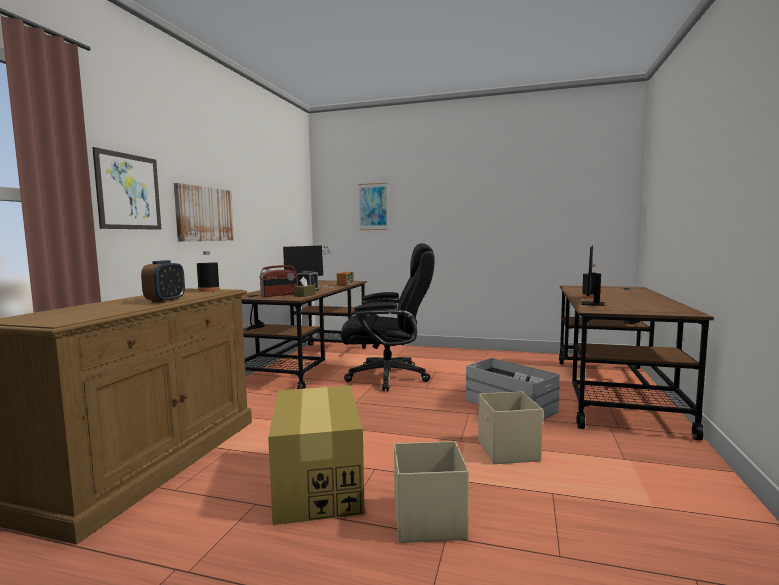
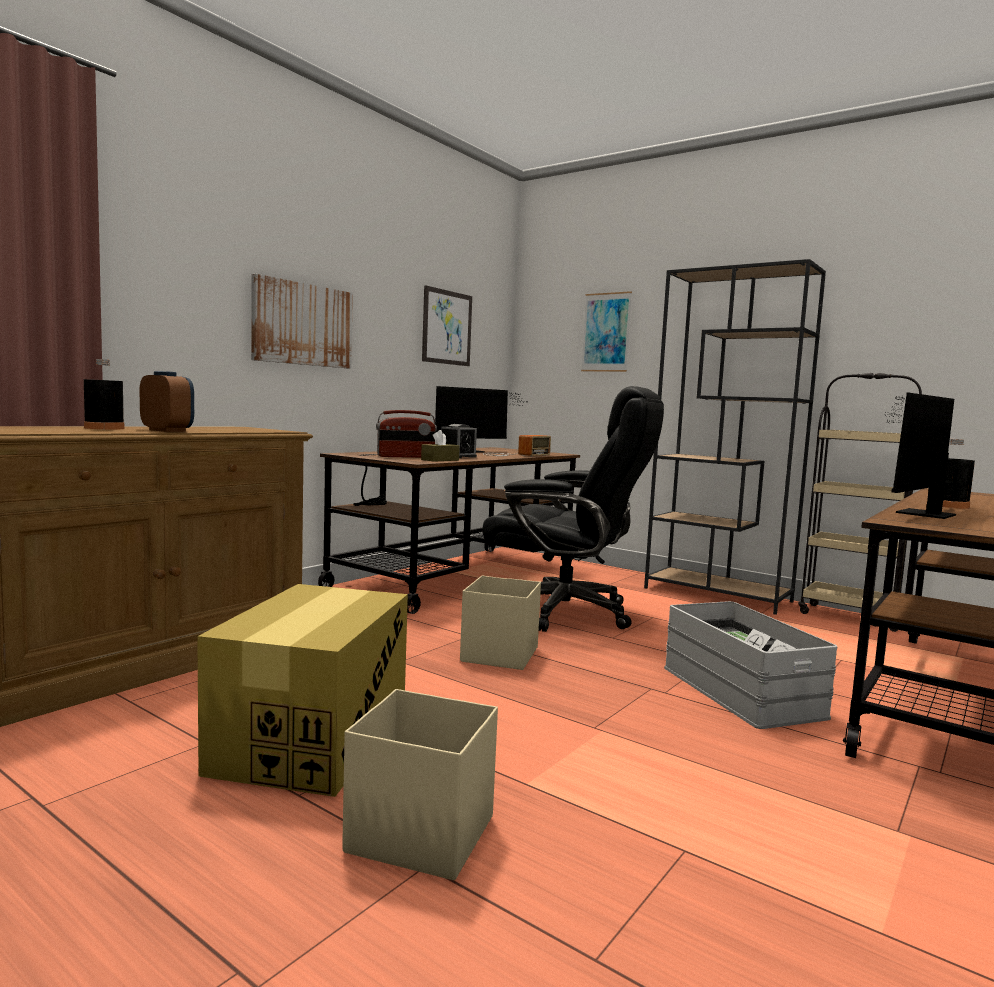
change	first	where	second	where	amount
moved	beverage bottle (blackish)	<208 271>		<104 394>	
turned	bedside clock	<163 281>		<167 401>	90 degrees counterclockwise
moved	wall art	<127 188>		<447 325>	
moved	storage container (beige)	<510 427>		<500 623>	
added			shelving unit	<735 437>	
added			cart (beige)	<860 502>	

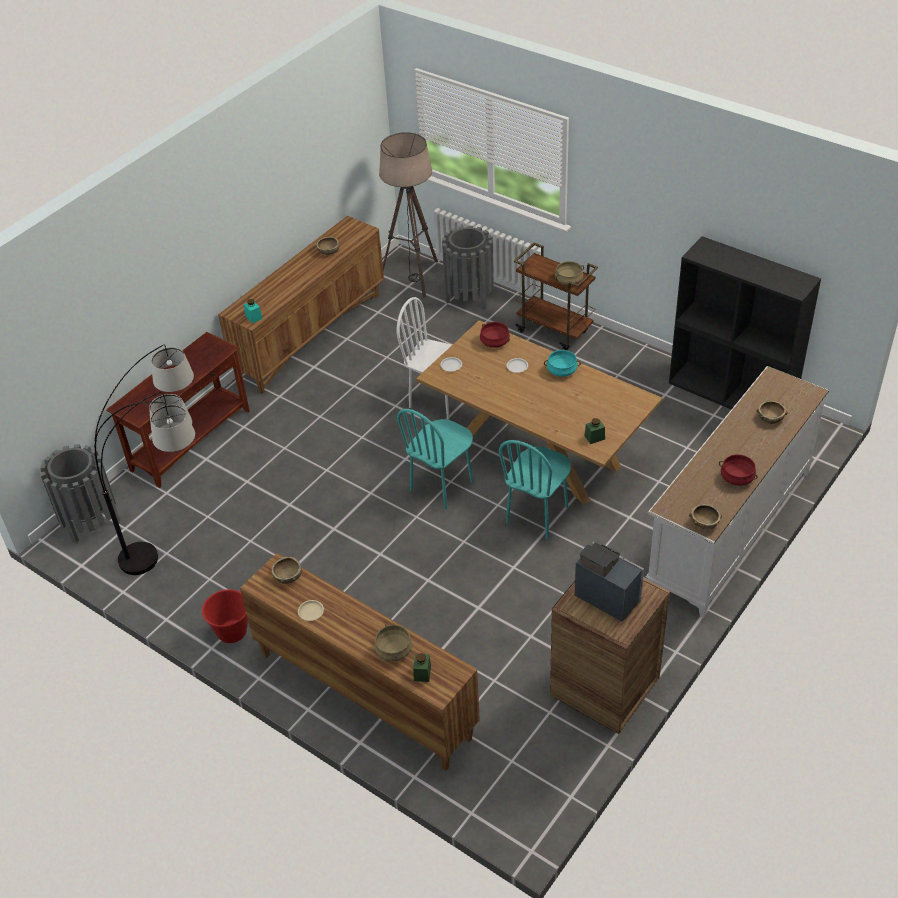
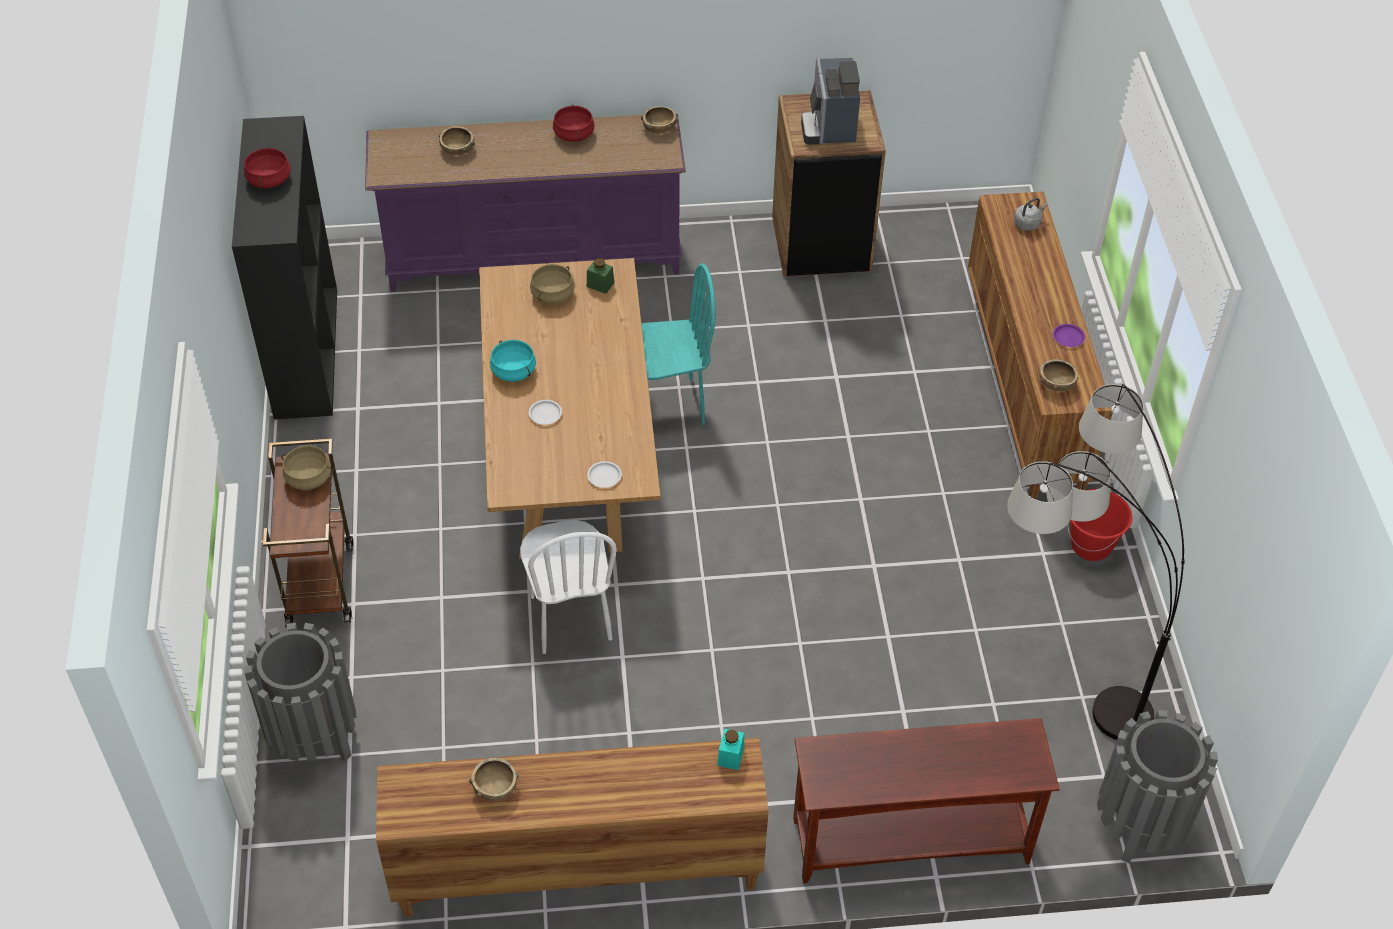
change	first	where	second	where	amount
moved	cooking pot (red)	<495 335>		<267 167>	
recoloured	cupboard (white-coloured)	<737 492>	cupboard (purple-coloured)	<525 202>	
moved	cooking pot (beige)	<393 642>		<552 284>	
replaced	storage jar (green-coloured)	<422 667>	water kettle (gray)	<1030 214>	
recoloured	plate (beige)	<311 610>	plate (purple-coloured)	<1069 335>	
removed	floor lamp	<408 215>			
removed	chair (turquoise-coloured)	<435 459>			

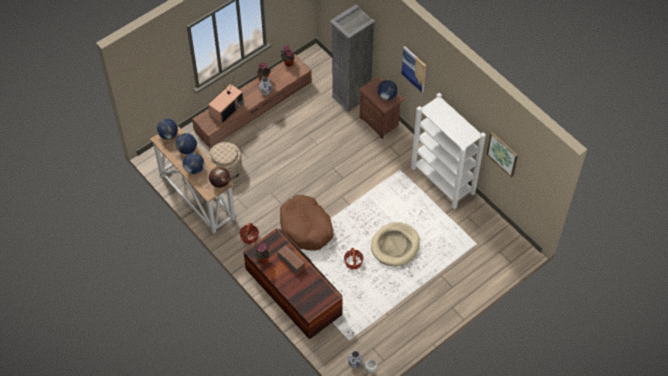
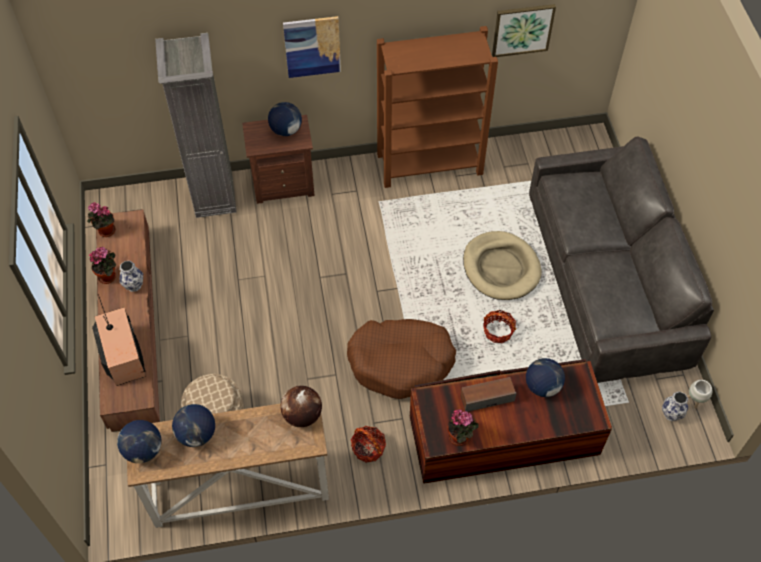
change	first	where	second	where	amount
recoloured	shelving unit (white-coloured)	<448 151>	shelving unit (brown-coloured)	<437 107>	
moved	world globe	<193 163>		<545 377>	
added			couch (gray)	<621 259>	

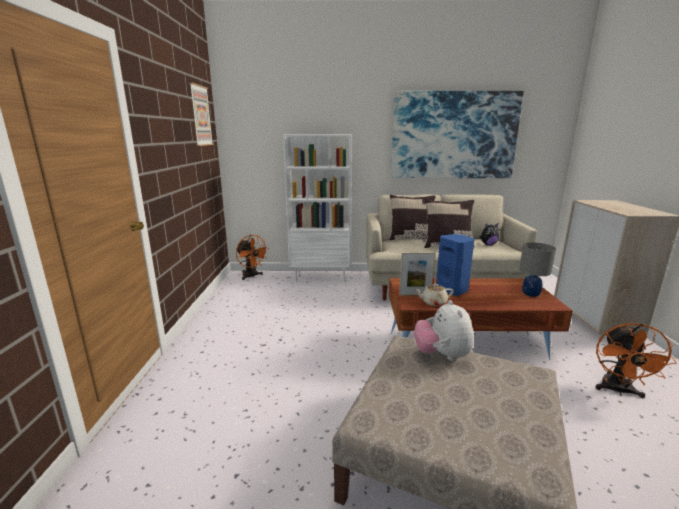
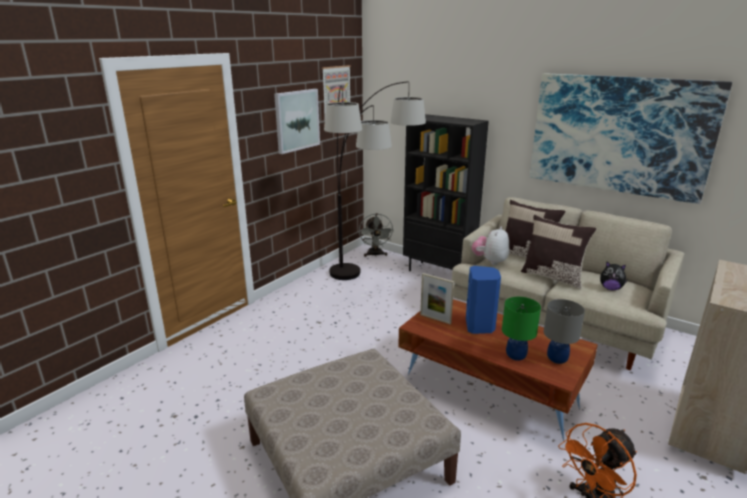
change	first	where	second	where	amount
added			wall art	<297 121>	
added			floor lamp	<375 181>	
recoloured	cooling fan (orange)	<252 257>	cooling fan (gray)	<376 235>	
recoloured	shelving unit (white-coloured)	<317 207>	shelving unit (blackish)	<446 192>	
moved	plush toy	<444 330>		<490 246>	
added			lamp for a table (green-coloured)	<521 329>	
removed	pot for tea (beige)	<434 295>			

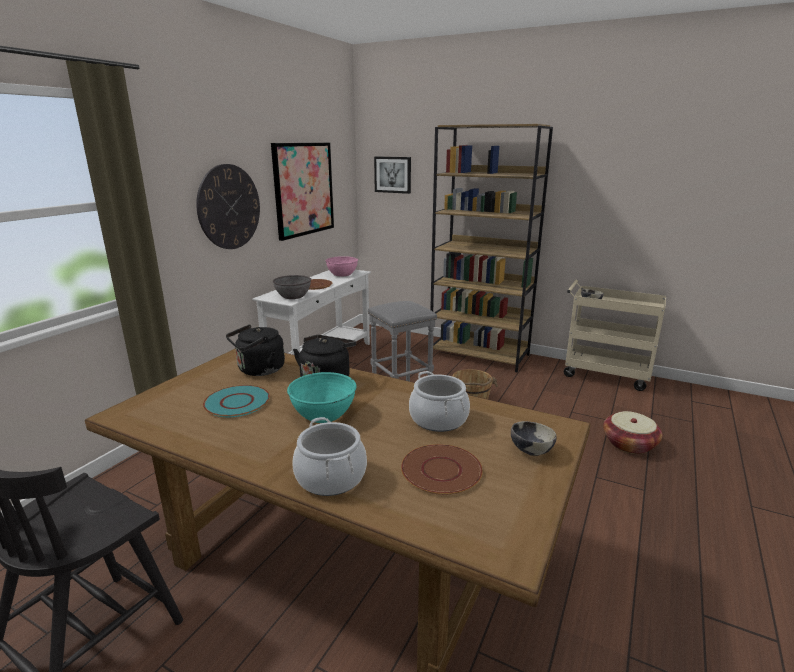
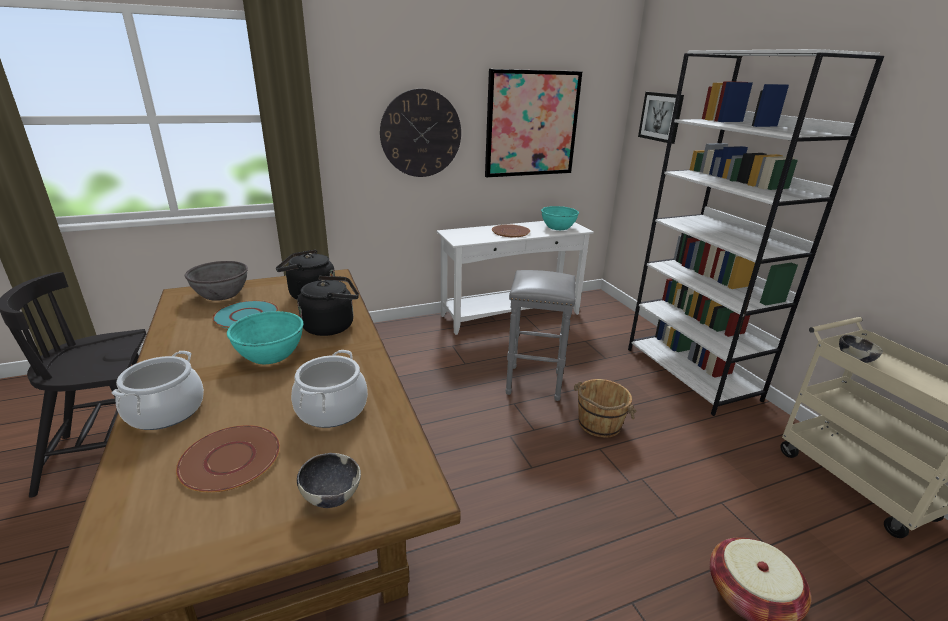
change	first	where	second	where	amount
moved	serving bowl (gray)	<292 287>		<216 281>	
recoloured	serving bowl (pink)	<341 266>	serving bowl (turquoise-coloured)	<560 218>	
recoloured	shelving unit (brown-coloured)	<491 248>	shelving unit (white-coloured)	<756 232>	

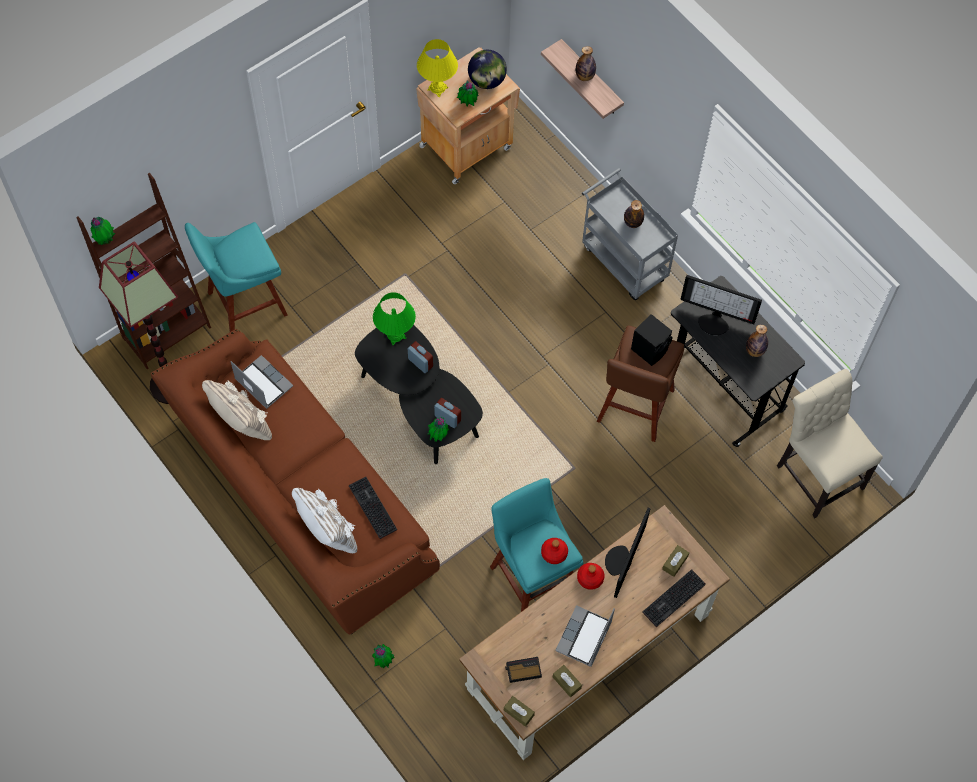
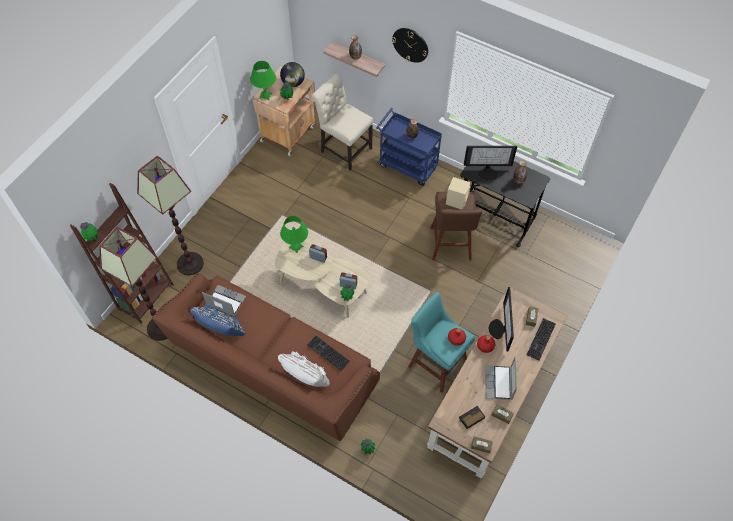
change	first	where	second	where	amount
replaced	stool (turquoise-coloured)	<236 277>	floor lamp	<170 215>	
recoloured	pillow (beige)	<237 410>	pillow (bluish)	<217 320>	
recoloured	lamp for a table (yellow)	<437 68>	lamp for a table (green-coloured)	<263 80>	
recoloured	low table (blackish)	<419 394>	low table (beige)	<322 278>	
moved	chair (beige)	<830 443>		<342 122>	
recoloured	cart (gray)	<630 234>	cart (bluish)	<409 147>	
added			clock on the wall	<410 45>	
recoloured	loudspeaker (blackish)	<652 340>	loudspeaker (beige)	<458 193>	

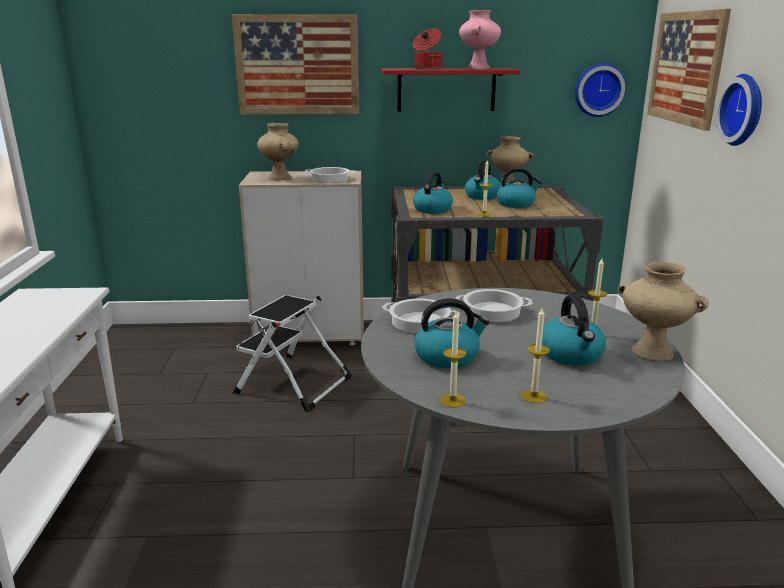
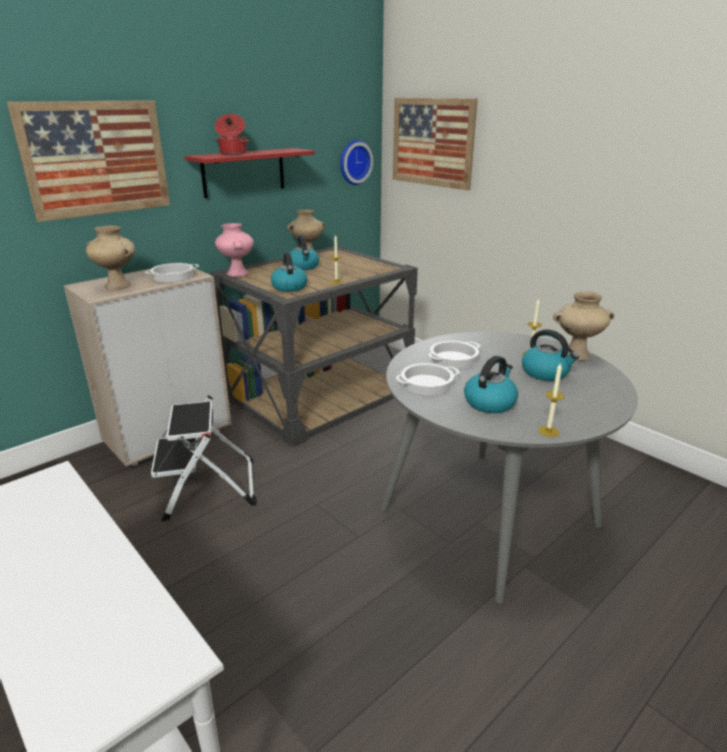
change	first	where	second	where	amount
moved	vase (pink)	<480 39>		<234 250>	
removed	water kettle	<519 187>			
removed	wax light	<535 355>			
removed	clock on the wall	<739 110>			

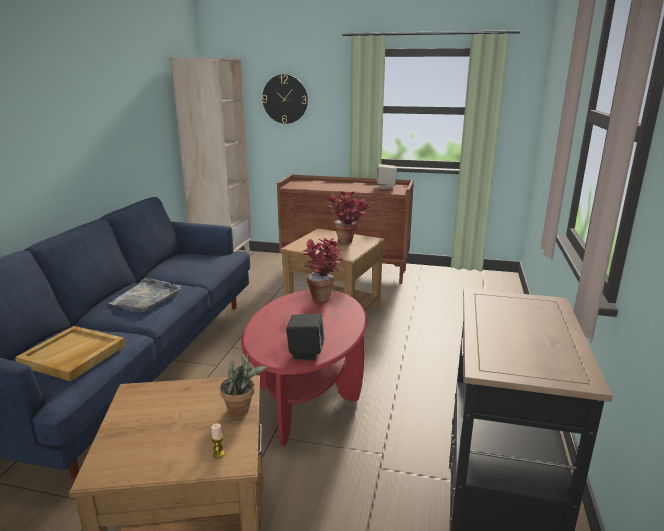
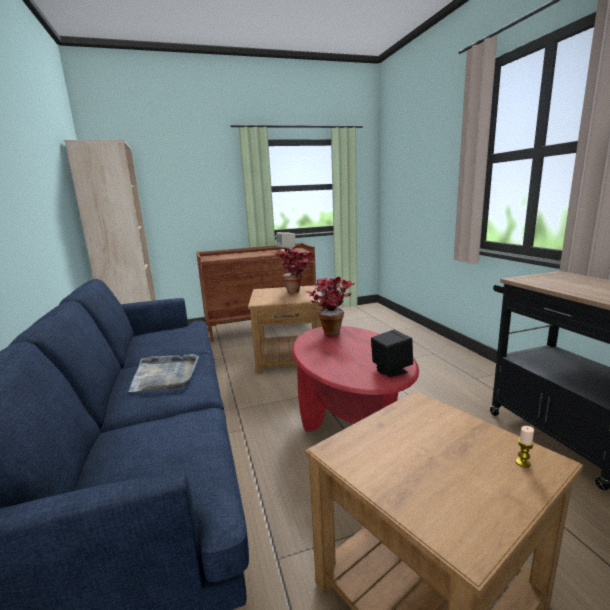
change	first	where	second	where	amount
removed	serving tray (beige)	<70 353>			
removed	potted plant	<243 384>			
removed	clock on the wall	<285 99>			

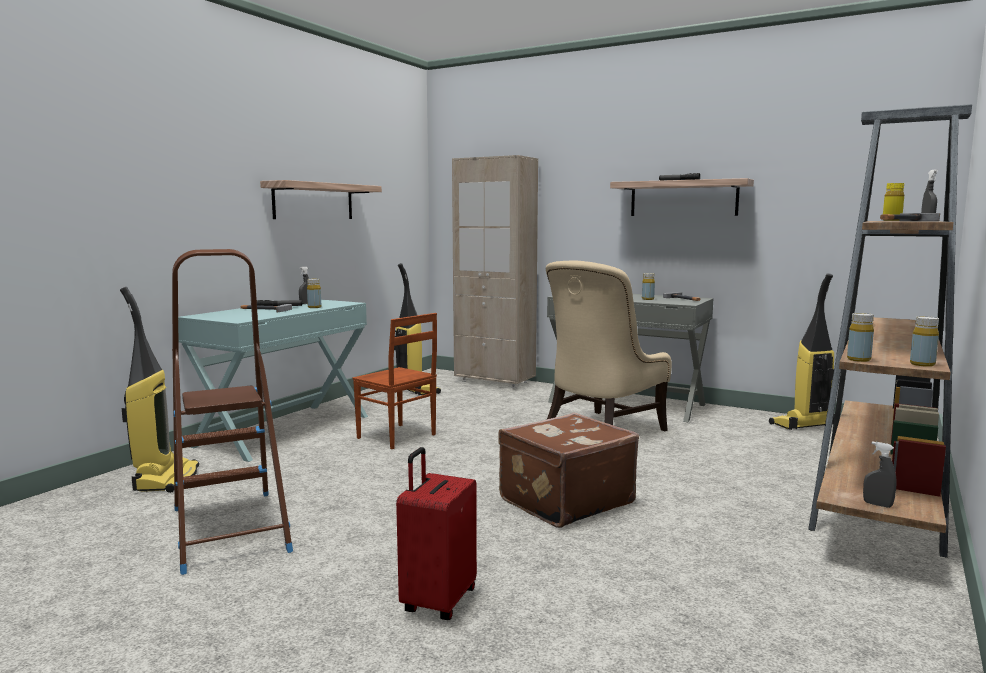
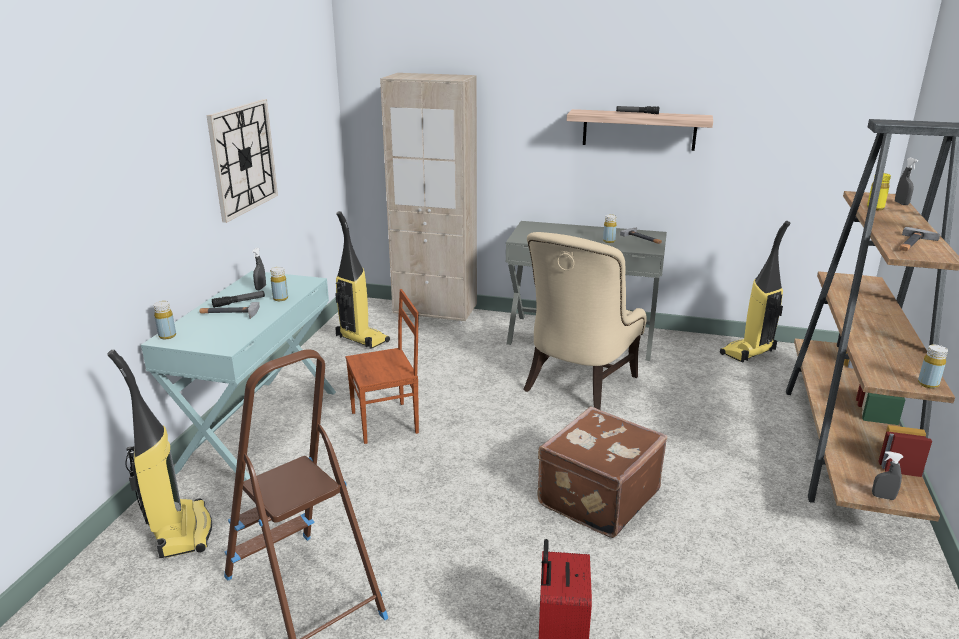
change	first	where	second	where	amount
moved	beverage bottle (yellow)	<860 337>		<164 320>	
replaced	shelf	<321 199>	clock on the wall	<242 161>	
turned	chair (brown-coloured)	<394 381>		<382 366>	45 degrees counterclockwise

